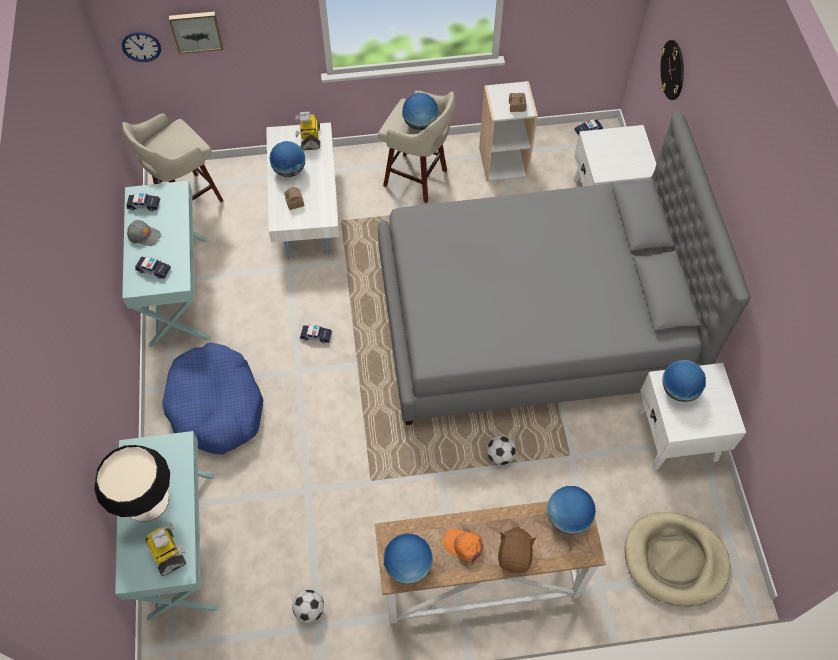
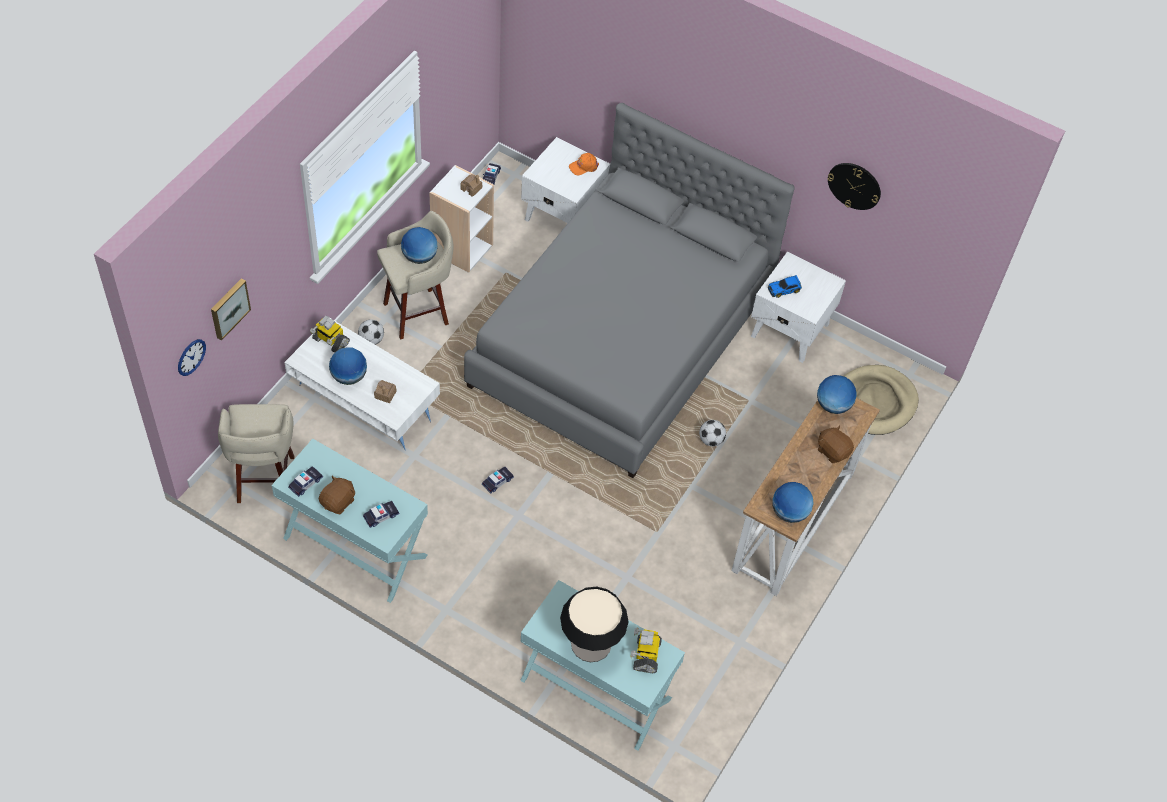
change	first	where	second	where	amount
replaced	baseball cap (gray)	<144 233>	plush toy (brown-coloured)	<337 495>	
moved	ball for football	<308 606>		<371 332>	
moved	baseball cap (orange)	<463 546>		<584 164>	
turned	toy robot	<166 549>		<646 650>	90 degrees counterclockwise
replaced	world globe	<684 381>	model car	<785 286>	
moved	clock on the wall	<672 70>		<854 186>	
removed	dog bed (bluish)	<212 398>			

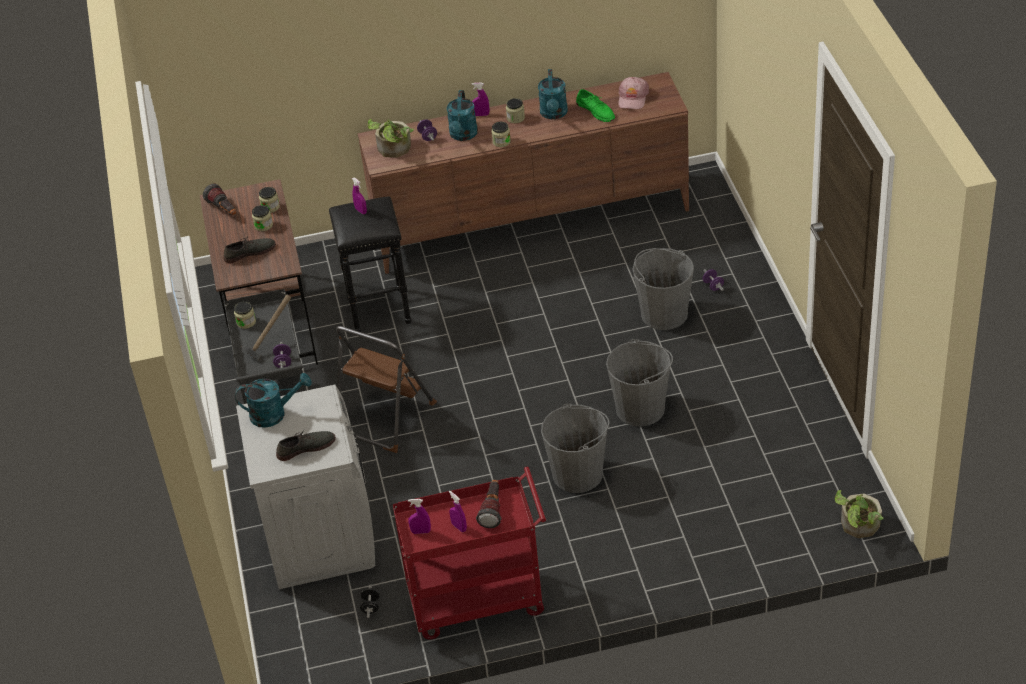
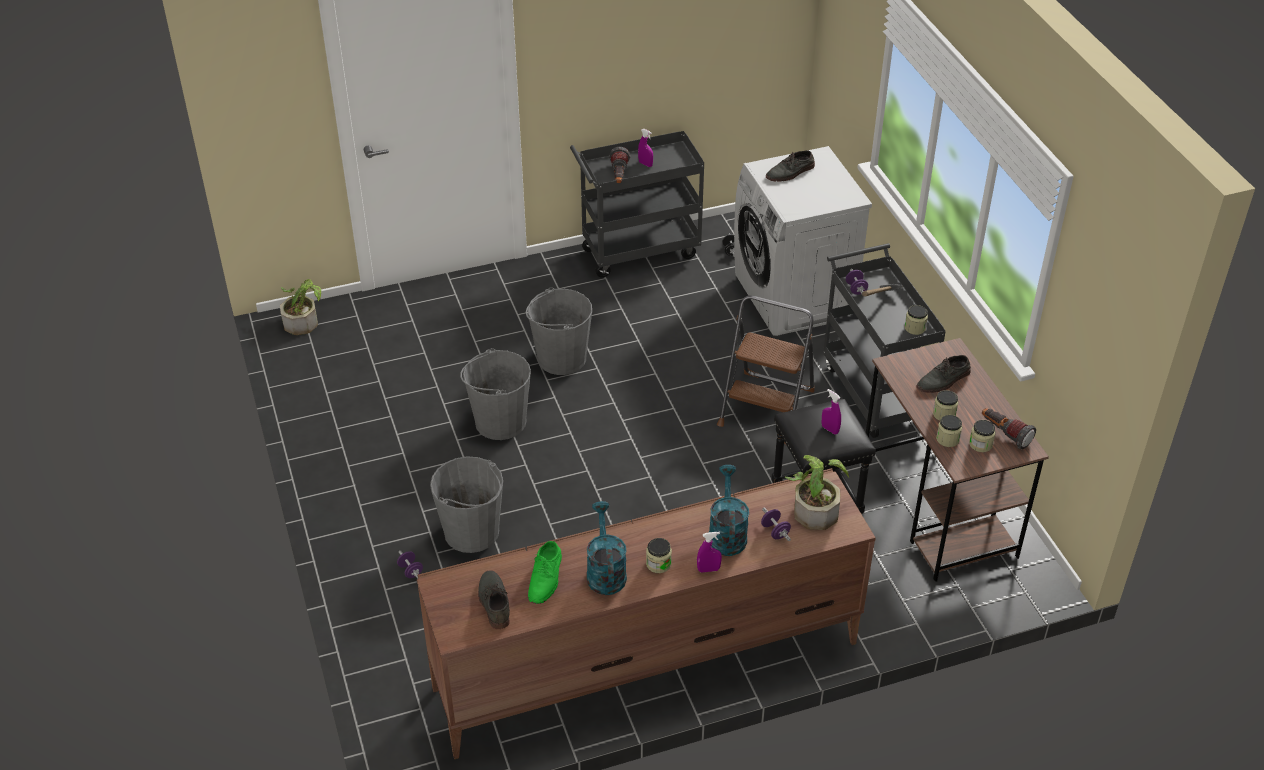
change	first	where	second	where	amount
replaced	baseball cap (pink)	<633 93>	item of footwear (gray)	<494 599>	
turned	item of footwear (green-coloured)	<595 105>		<545 572>	120 degrees counterclockwise
recoloured	cart (red)	<469 553>	cart (gray)	<637 204>	
moved	storage jar	<501 134>		<982 436>	
removed	watering can (turquoise-coloured)	<273 400>			
removed	sprayer (purple-coloured)	<419 516>			

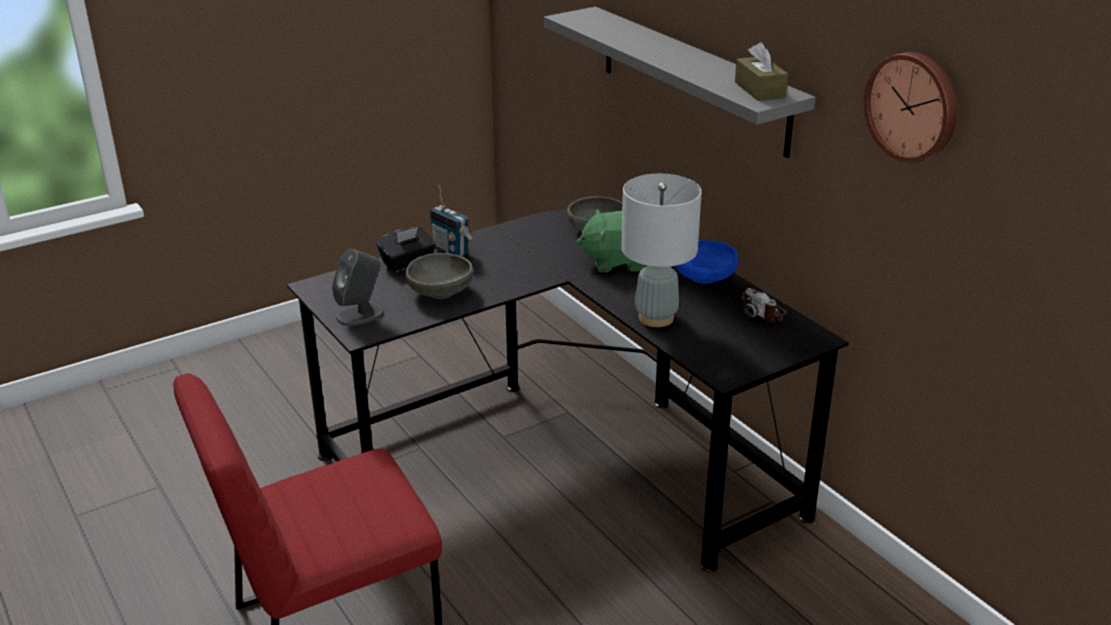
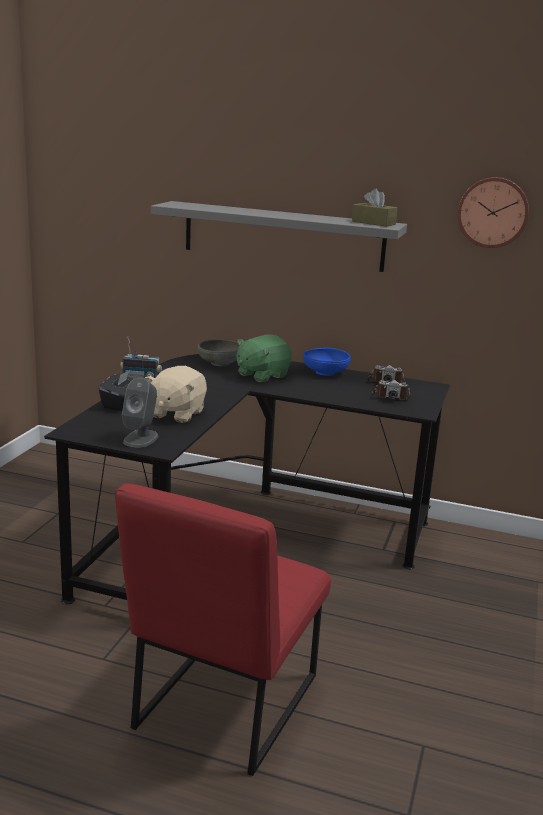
change	first	where	second	where	amount
replaced	serving bowl (gray)	<439 276>	plush toy (beige)	<175 394>	
added			still camera	<391 390>	
removed	lamp for a table (gray)	<661 250>			

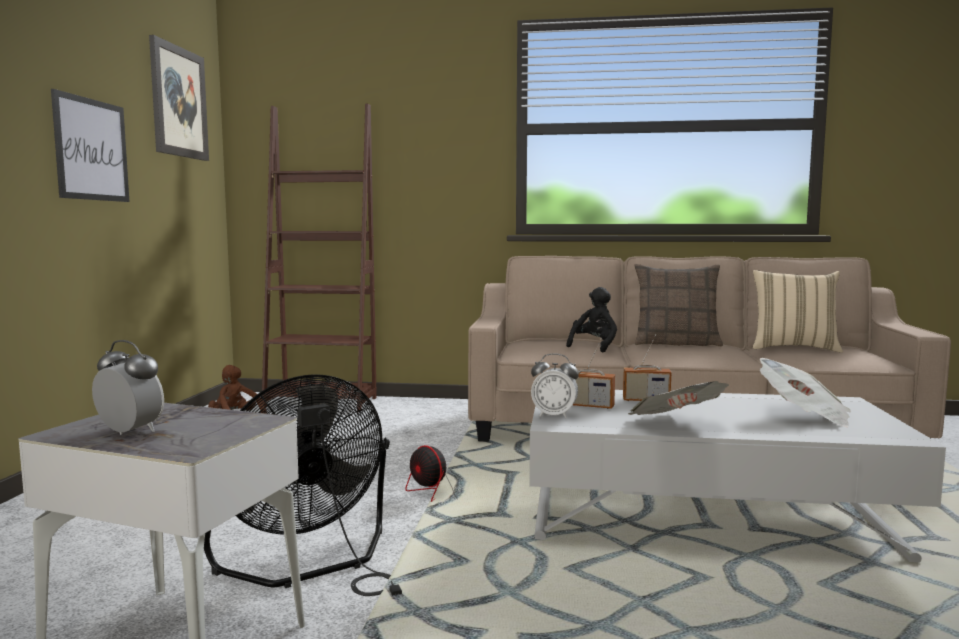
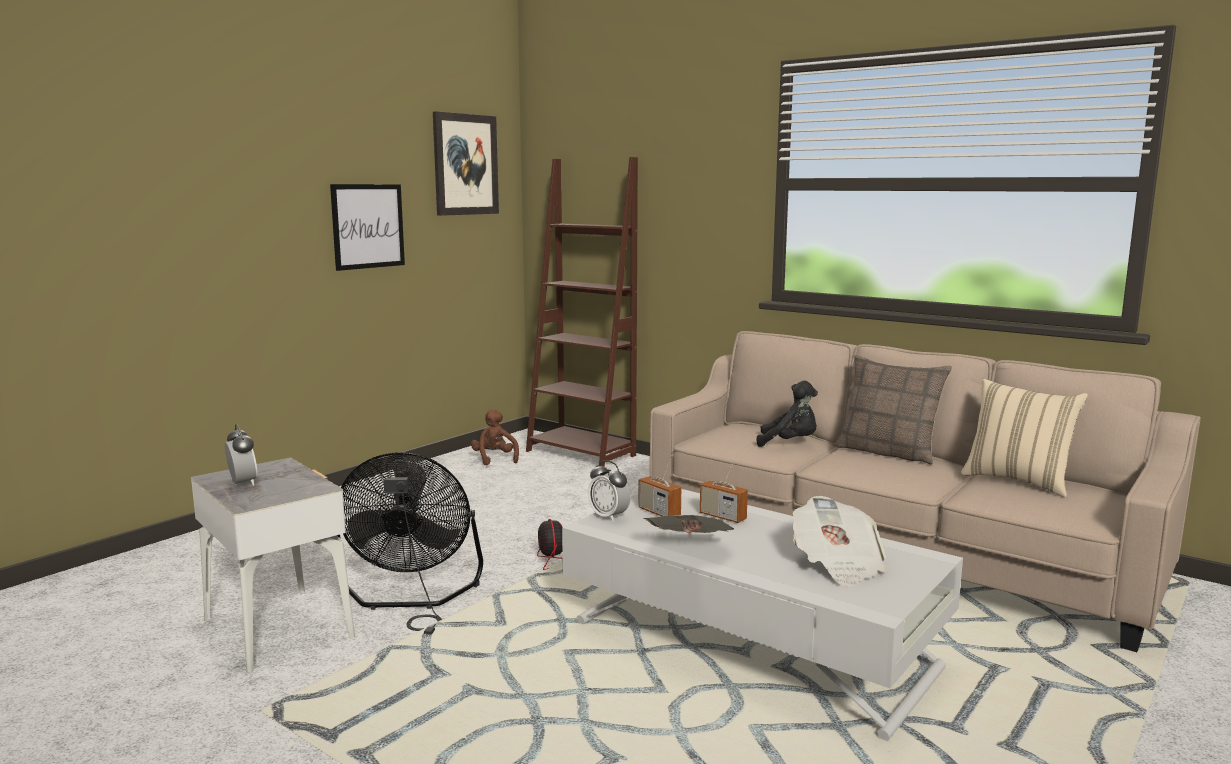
change	first	where	second	where	amount
turned	plush toy (blackish)	<591 319>		<787 414>	45 degrees clockwise

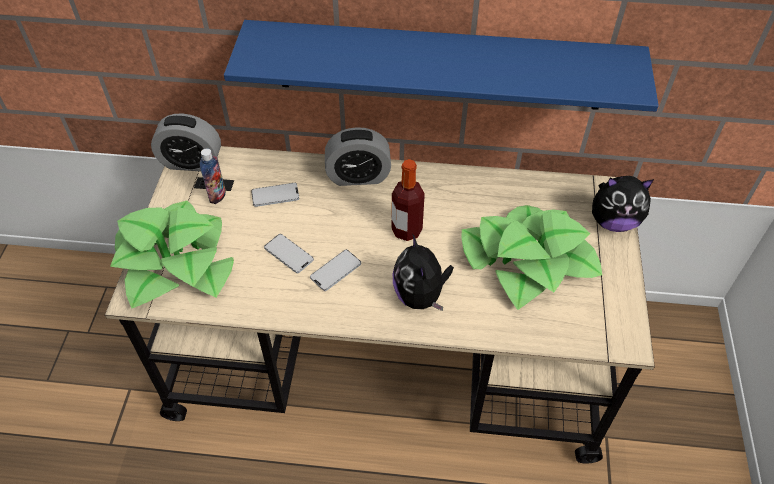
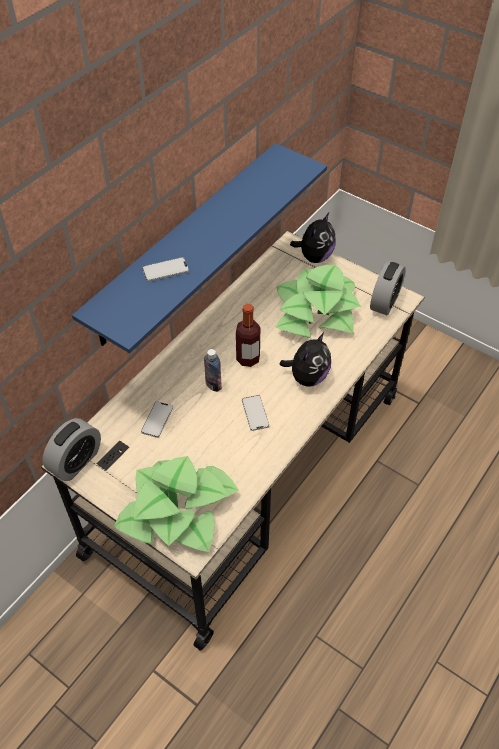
change	first	where	second	where	amount
moved	phone	<289 253>		<165 269>	
moved	beverage bottle	<213 176>		<213 370>	
turned	plush toy	<423 272>		<305 359>	75 degrees counterclockwise
moved	bedside clock	<358 156>		<388 288>	

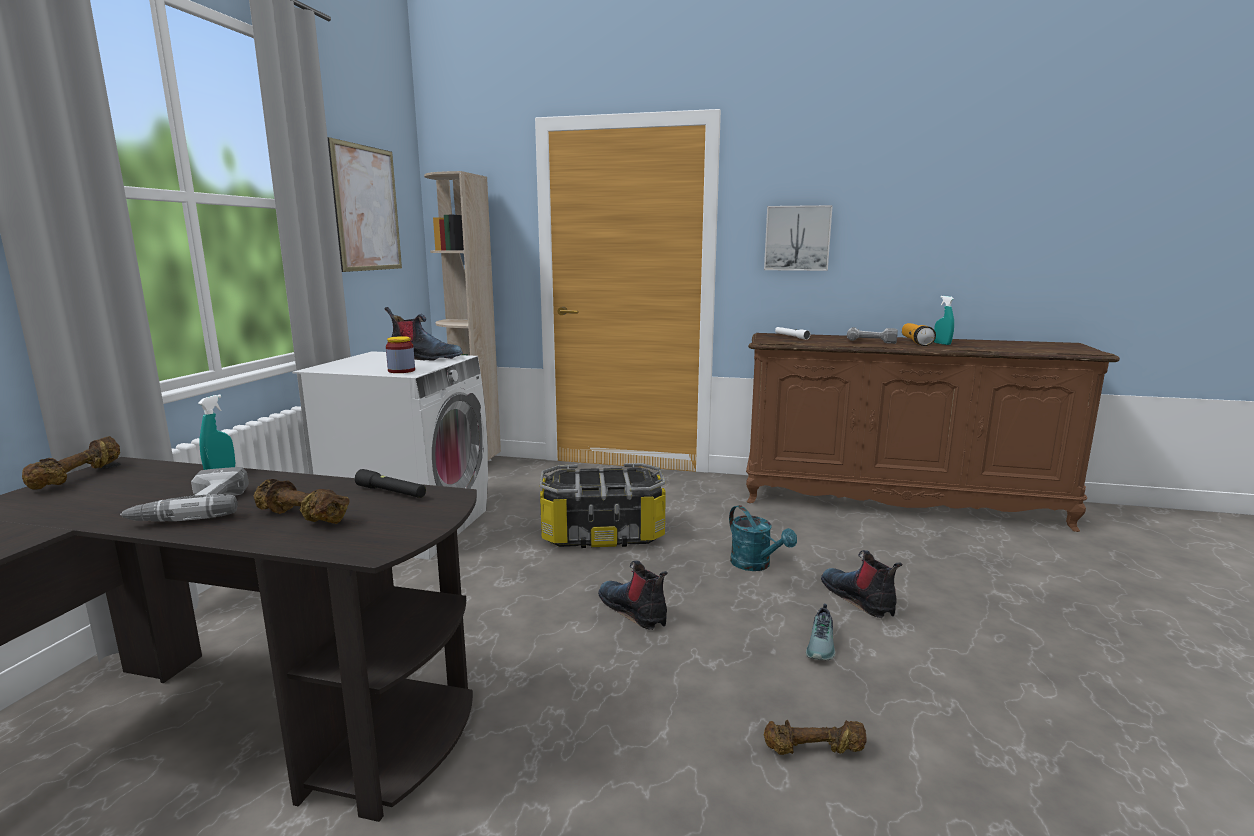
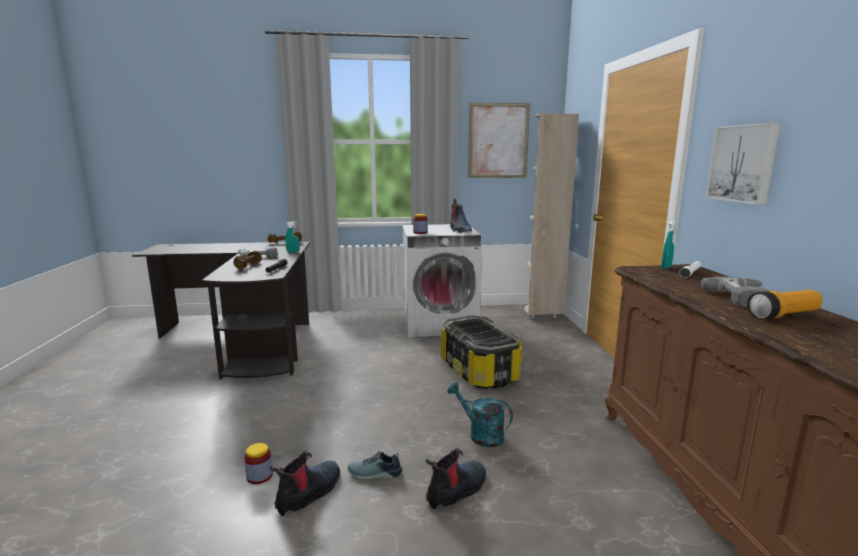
change	first	where	second	where	amount
replaced	free weight (brown-coloured)	<815 737>	storage jar	<258 463>	
moved	boot	<633 595>		<305 483>	
turned	watering can (turquoise-coloured)	<763 538>		<480 414>	90 degrees clockwise
moved	sprayer (turquoise-coloured)	<944 320>		<668 244>	

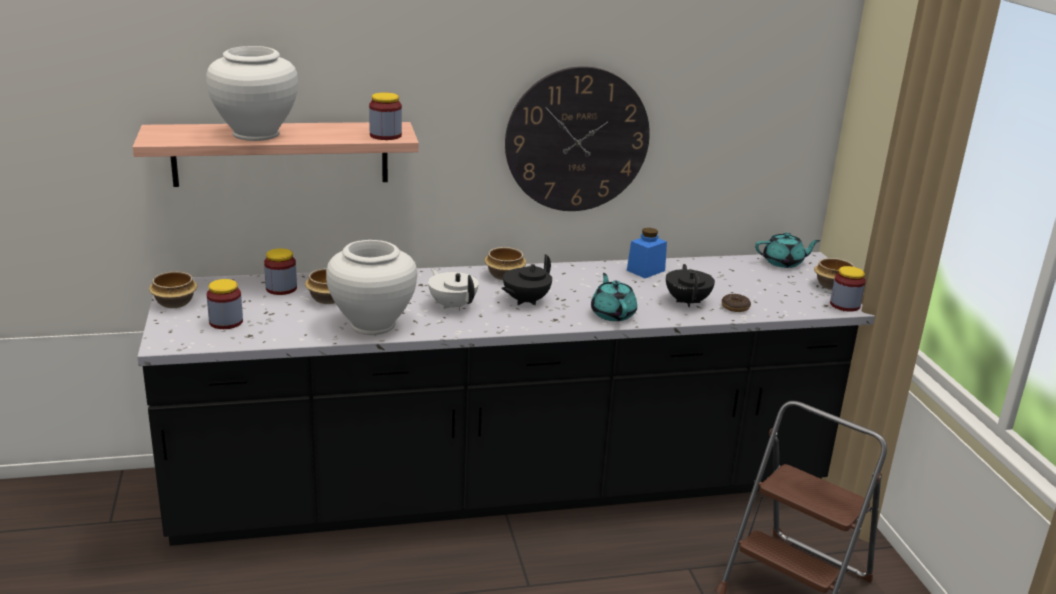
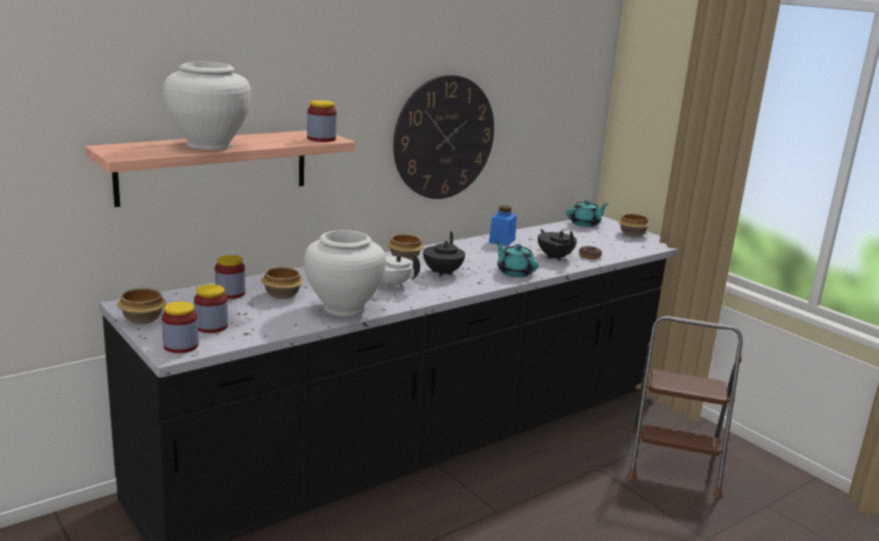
change	first	where	second	where	amount
moved	storage jar	<848 289>		<180 327>	

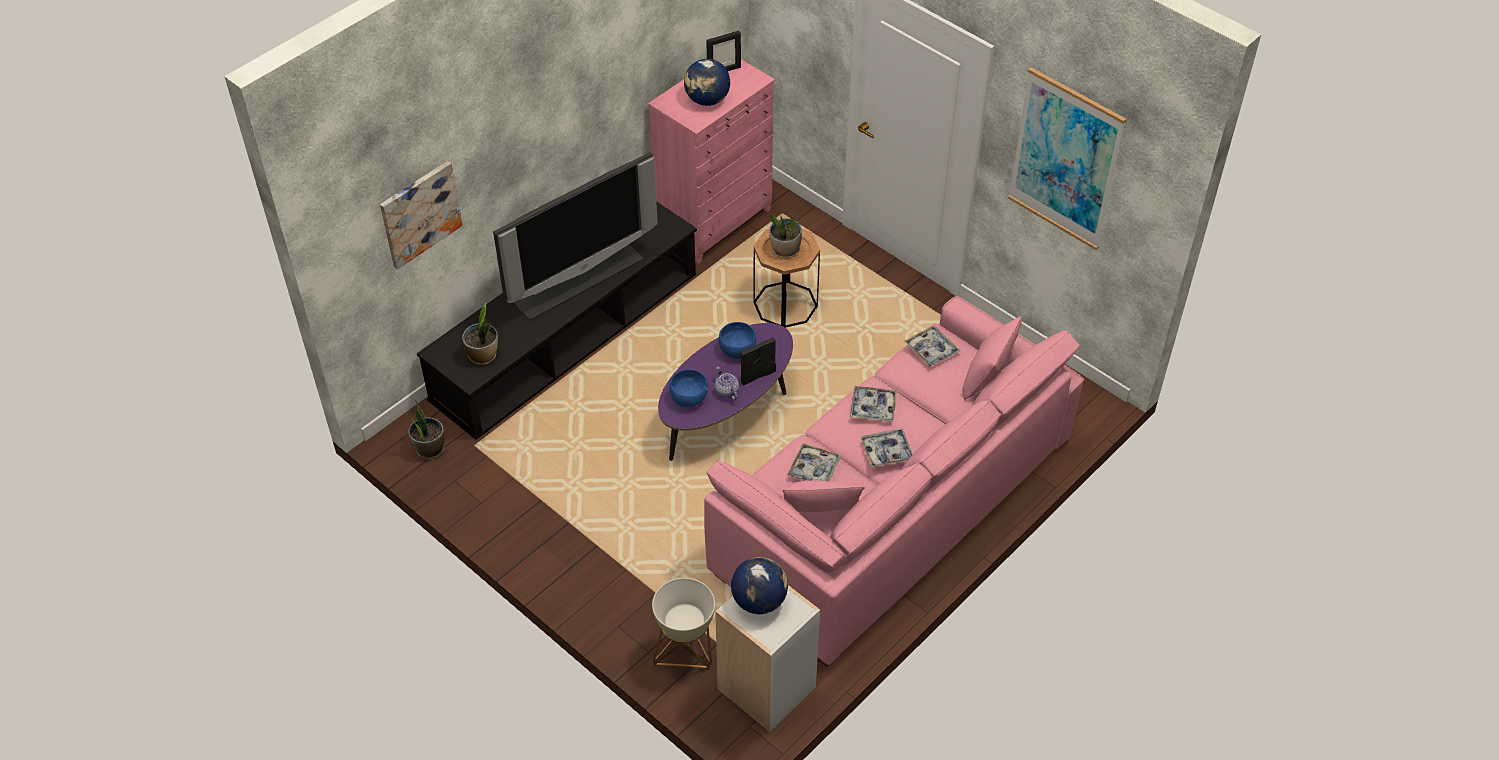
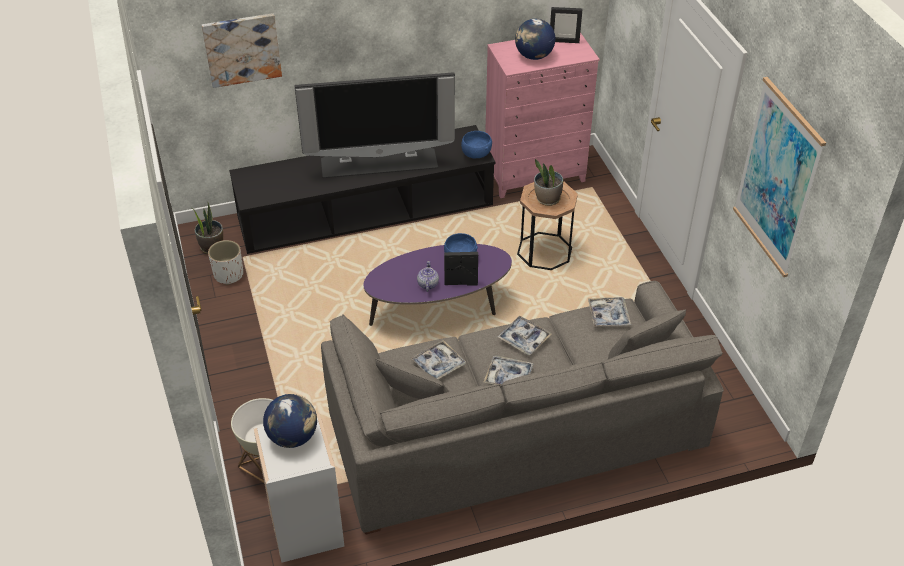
change	first	where	second	where	amount
added			planter (white-coloured)	<225 262>	
recoloured	couch (pink)	<894 481>	couch (gray)	<522 407>	
moved	serving bowl (bluish)	<688 388>		<476 144>	
removed	potted plant	<480 334>			

